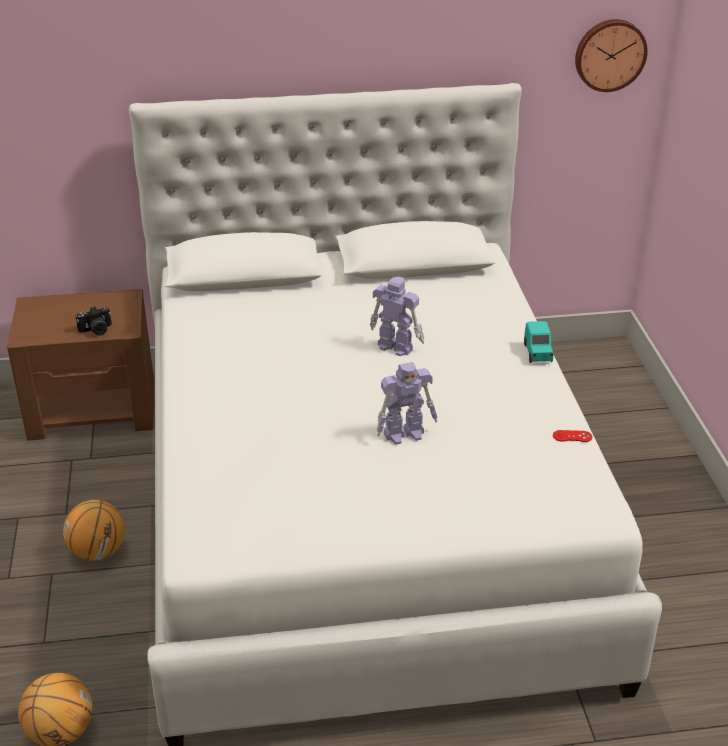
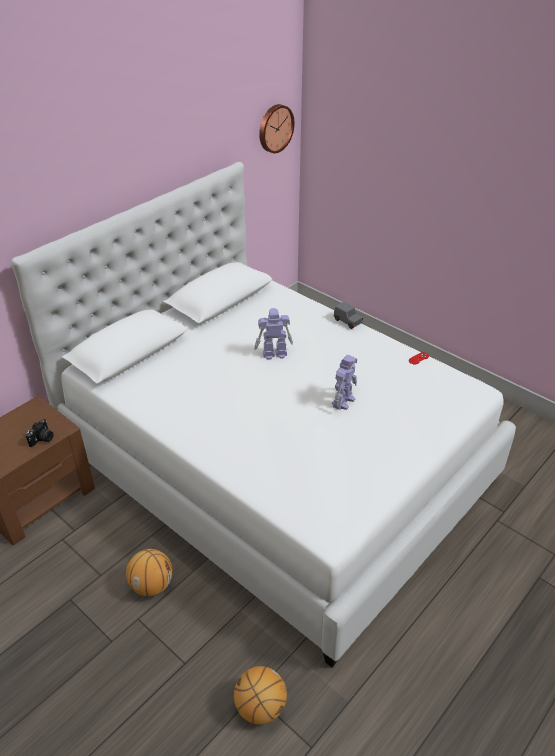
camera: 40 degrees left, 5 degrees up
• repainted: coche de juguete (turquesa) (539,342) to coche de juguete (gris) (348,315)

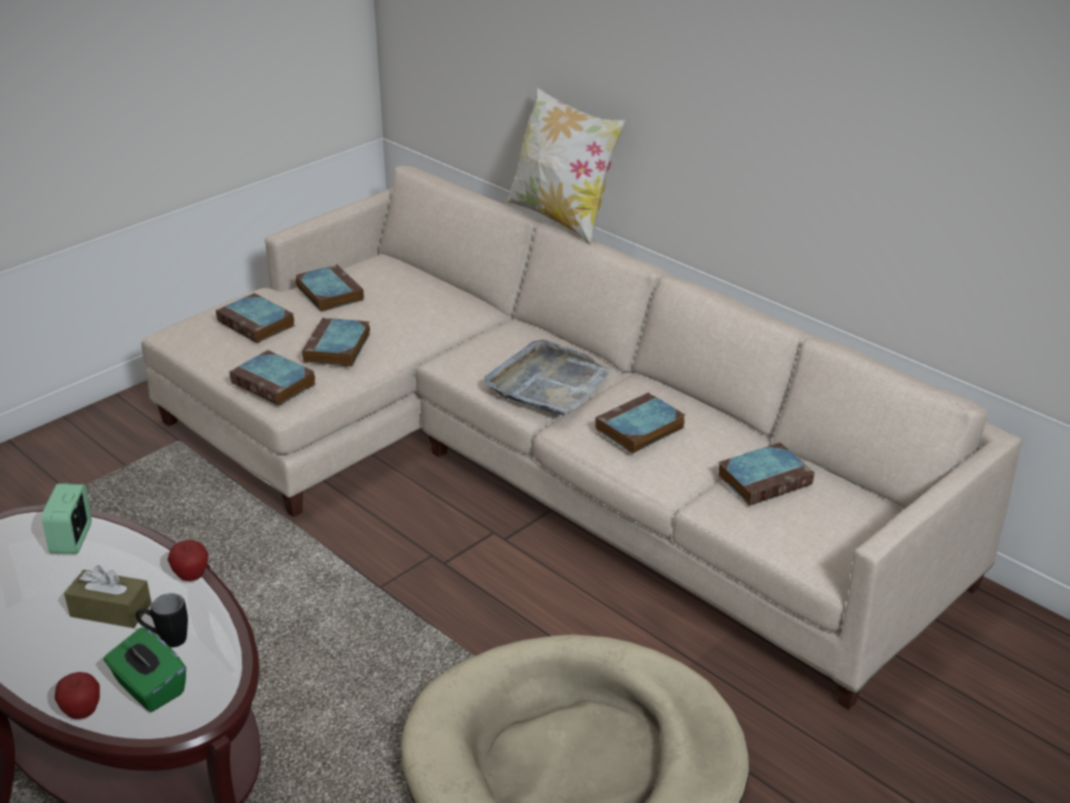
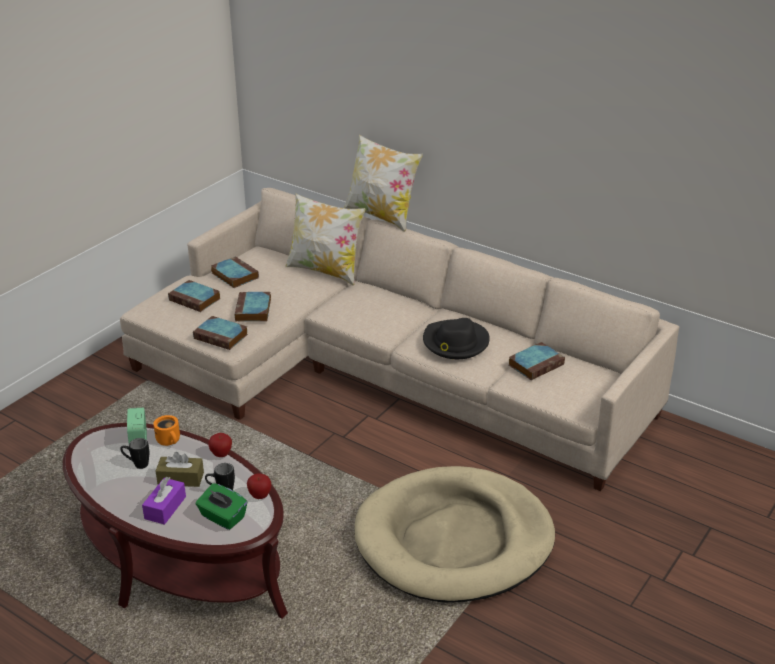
camera: 10 degrees left, 0 degrees up
• gone: bandeja (gris) (547,377)
• swapped: libro (640,423) to sombrero (negro) (456,338)
• shifted: manzana (77,695) to (259,486)
• new: cojín (325,239)
• new: taza grande (naranja) (166,430)
• new: taza grande (negro) (134,453)
• new: caja de pañuelos (morado) (164,501)

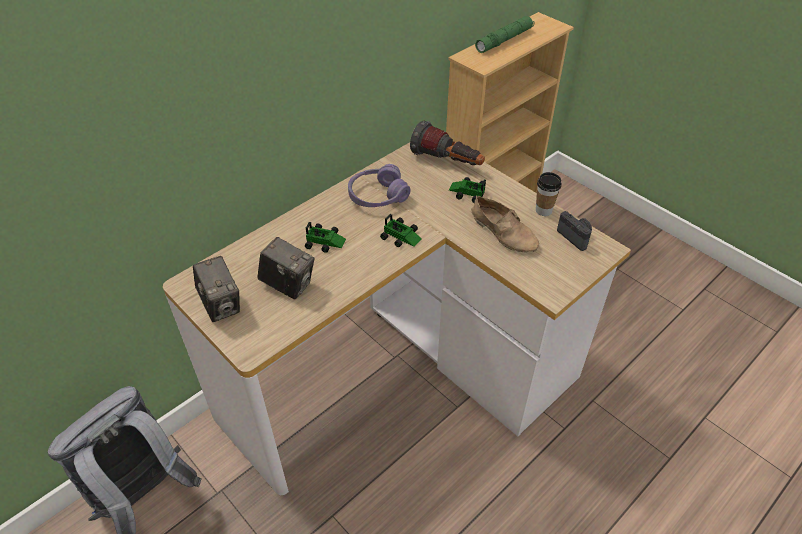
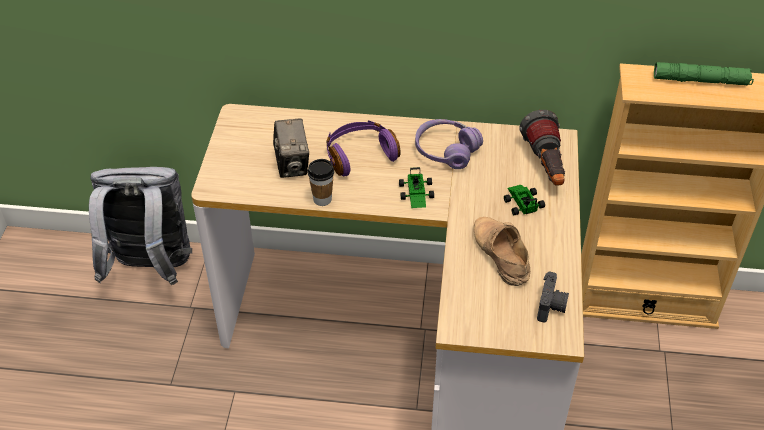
camera: 50 degrees right, 0 degrees up
• shifted: taza (549,194) to (320,182)
• rotated: zapato (beis) (505,224) = (502,251) 150 degrees clockwise
• swapped: coche de juguete (325,237) to auriculares (morado) (363,148)
• gone: cámara (216,289)

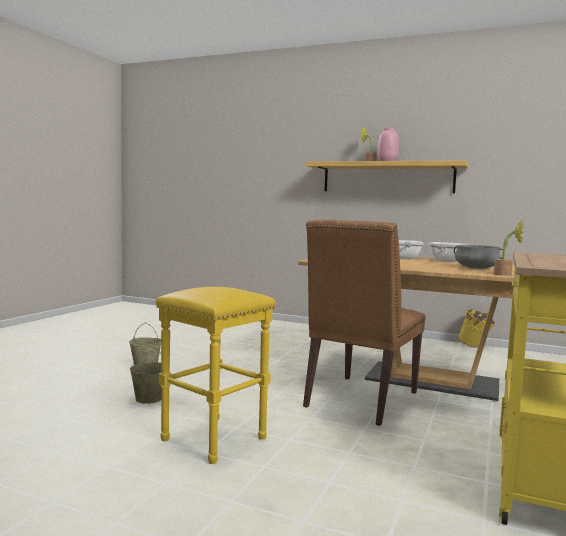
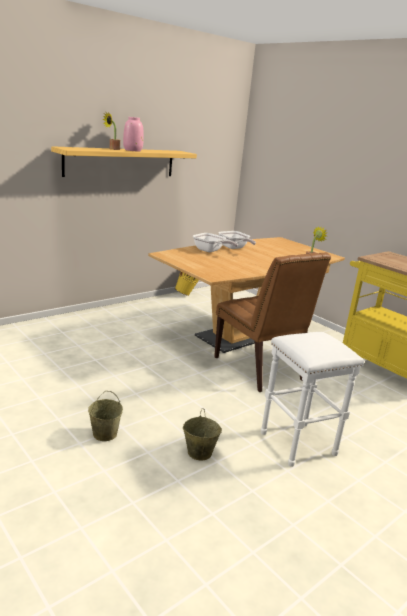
camera: 65 degrees left, 15 degrees up
• gone: olla (gris) (478,257)
• repainted: taburete (amarillo) (216,375) to taburete (blanco) (312,399)

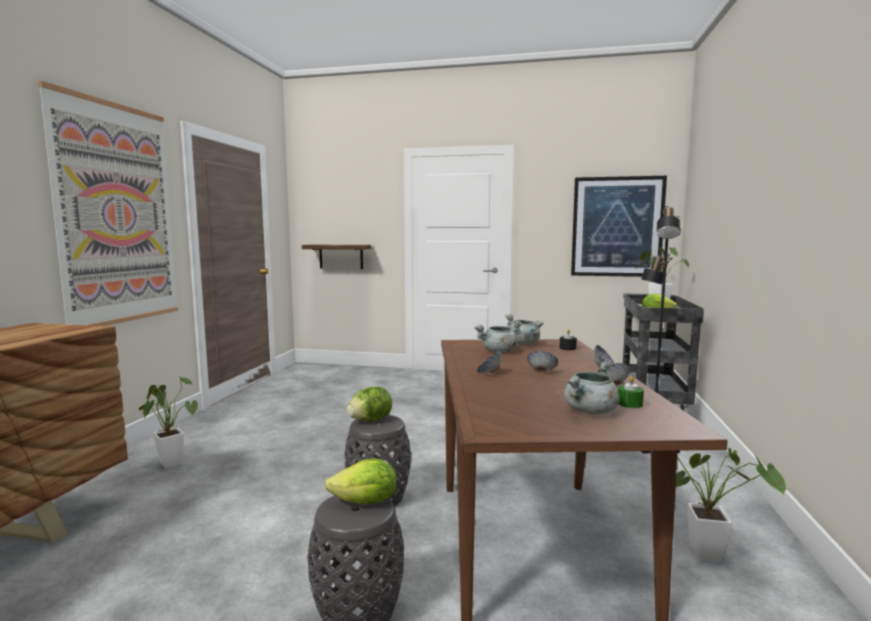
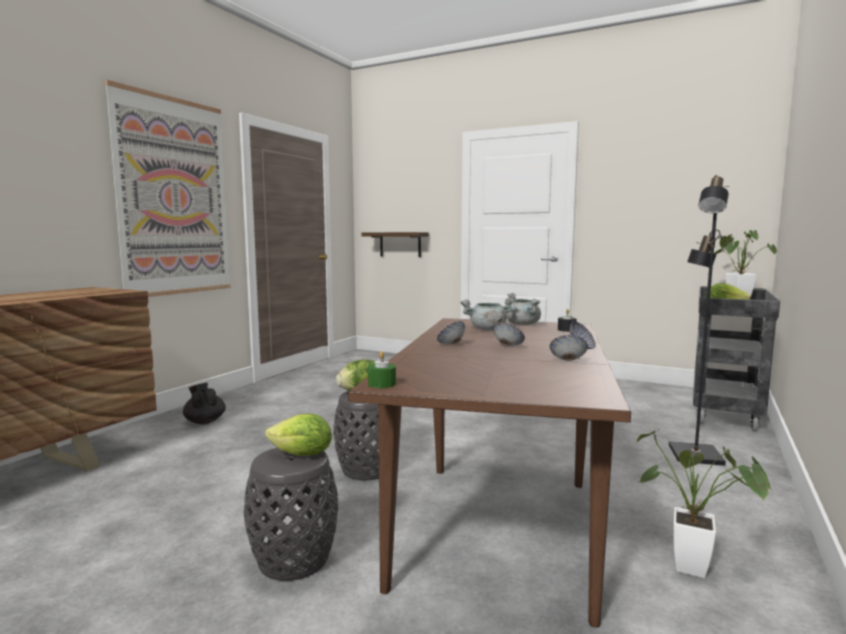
camera: 15 degrees right, 0 degrees up
• gone: cuadro (619,226)
• gone: olla (gris) (591,388)
• swapped: planta en maceta (168,422) to tetera (negro) (204,403)
• shifted: vela (verde) (631,392) to (382,369)

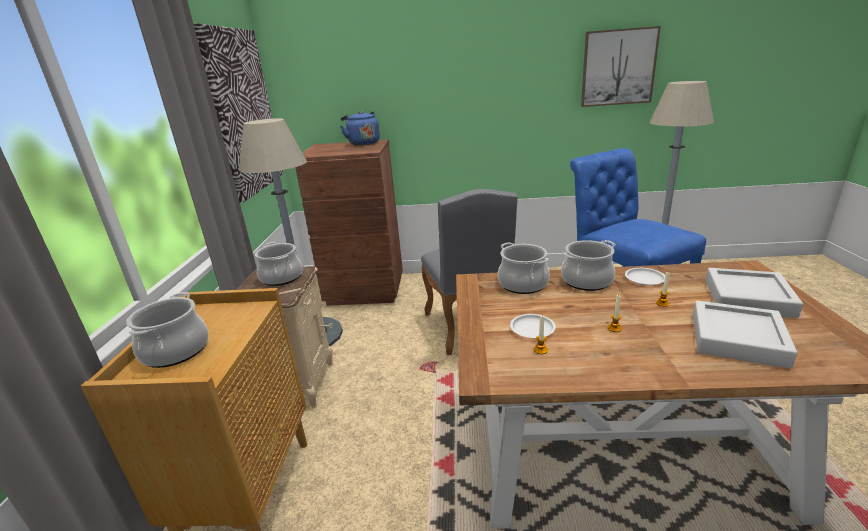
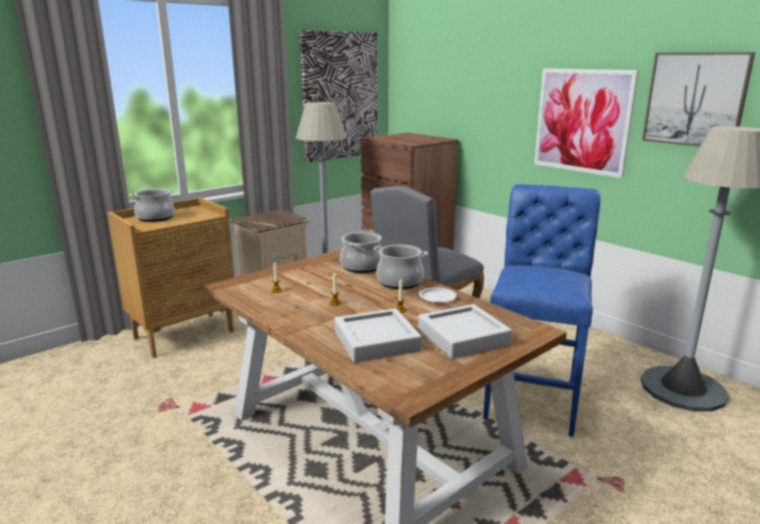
camera: 45 degrees right, 5 degrees down
• gone: hervidor (azul) (360,128)
• gone: olla (278,264)
• gone: plato (blanco) (533,326)
• new: cuadro (586,123)

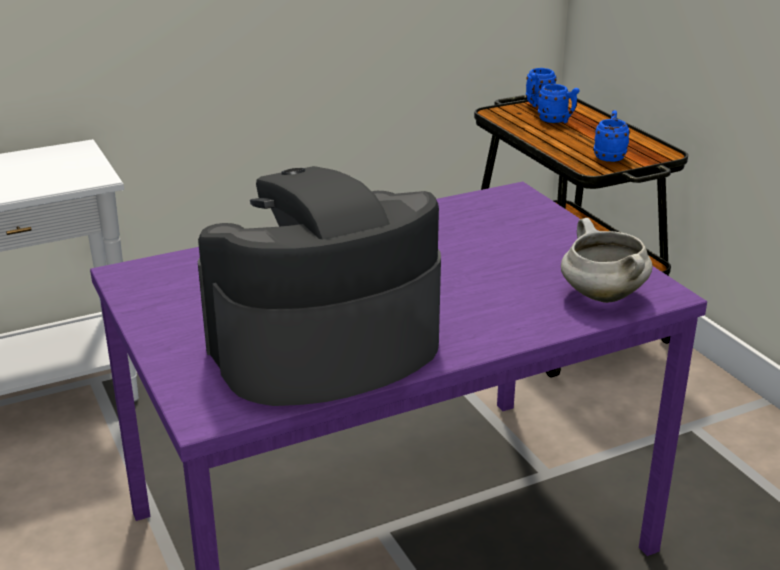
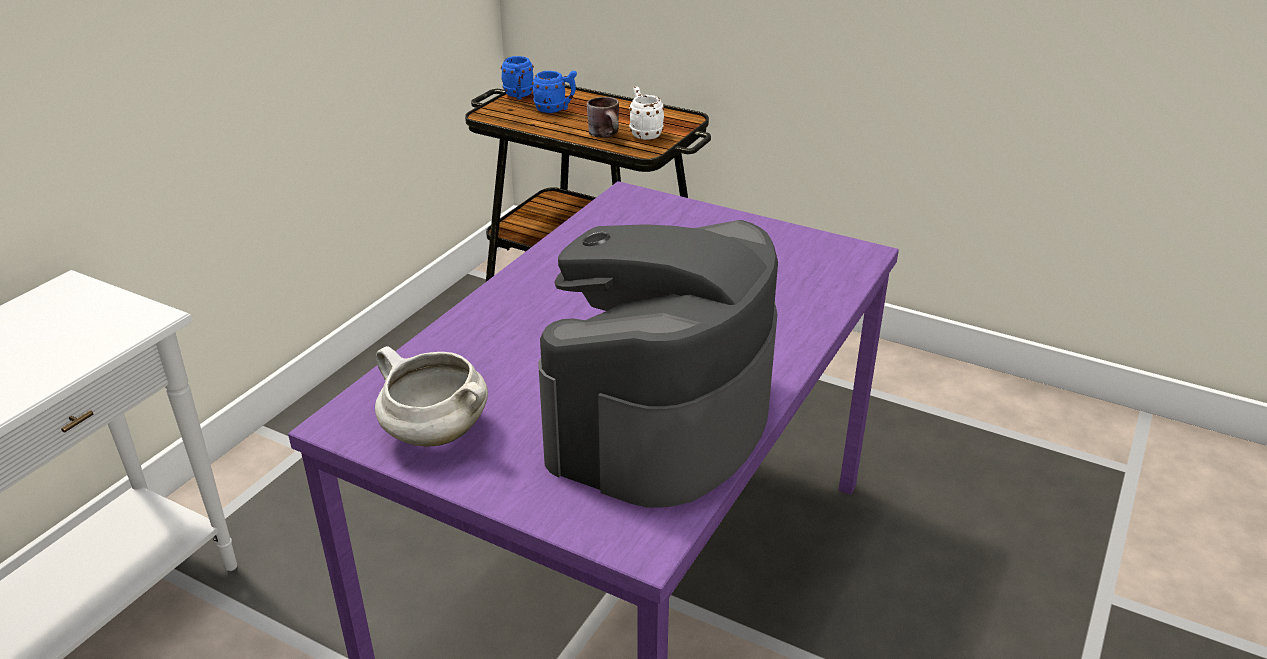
camera: 35 degrees left, 5 degrees up
• repainted: taza grande (azul) (611,136) to taza grande (blanco) (646,113)
• shifted: olla (blanco) (607,260) to (431,396)
• new: taza grande (marrón) (603,117)

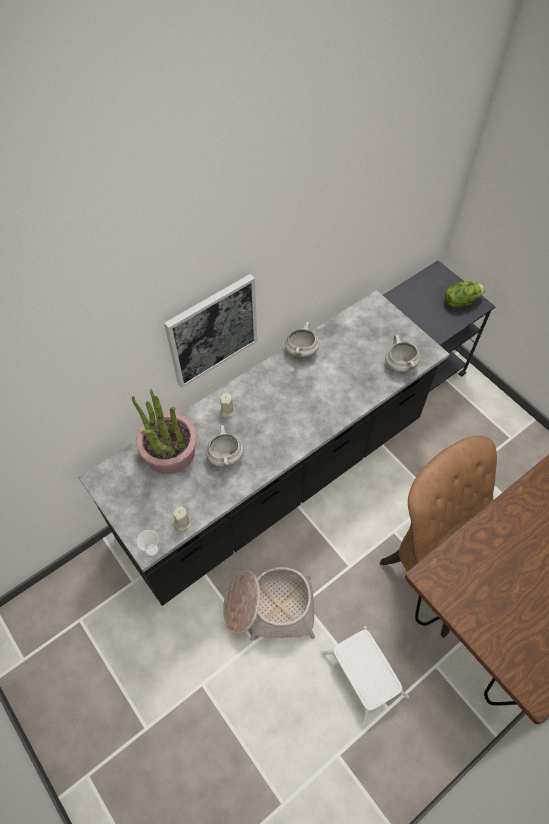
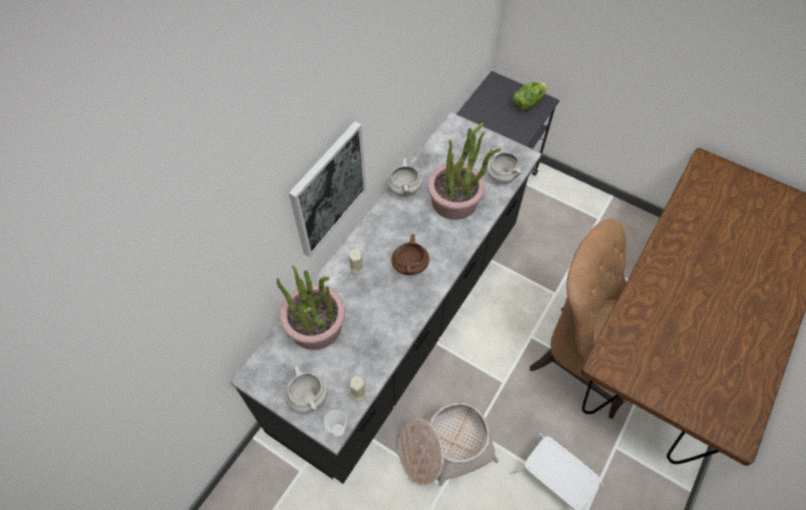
camera: 20 degrees left, 0 degrees up
• shifted: olla (blanco) (225,446) to (306,389)
• new: planta en maceta (464,171)
• new: olla (marrón) (410,254)

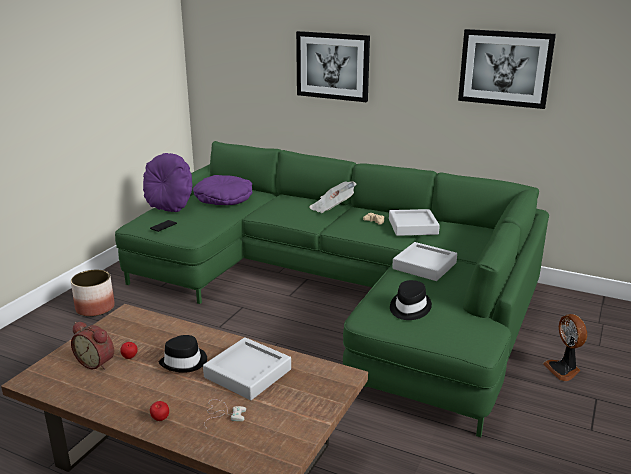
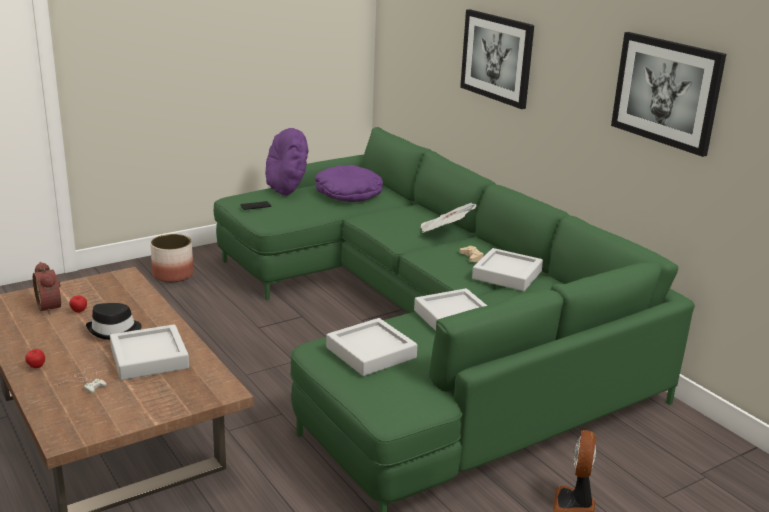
camera: 30 degrees right, 0 degrees up
• swapped: sombrero (negro) (411,300) to bandeja (gris) (371,347)

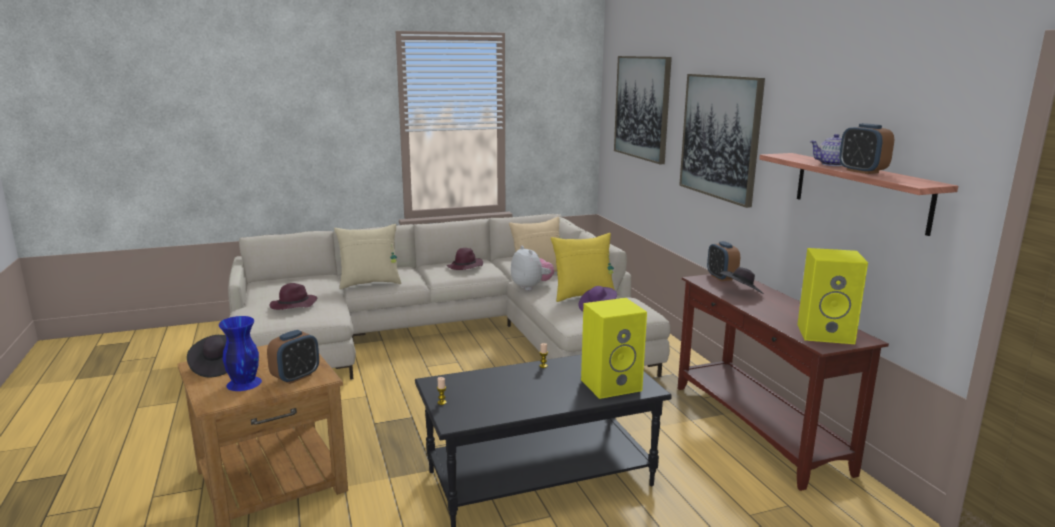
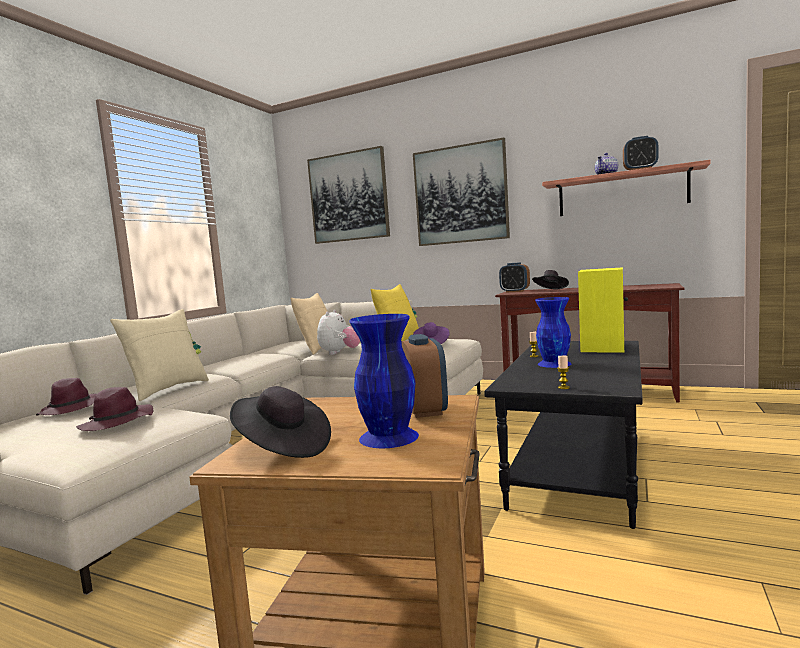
camera: 45 degrees left, 10 degrees down
• rotated: peluche (532,268) = (338,332) 90 degrees clockwise
• shifted: sombrero (morado) (465,259) to (66,397)
• gone: altavoz (amarillo) (832,296)
• new: florero (azul) (553,332)

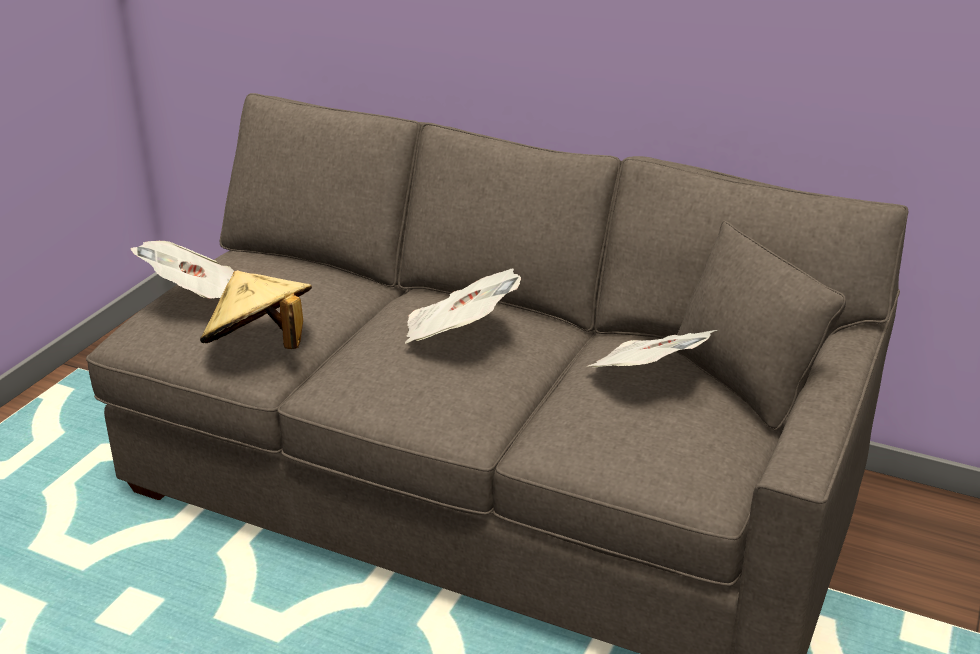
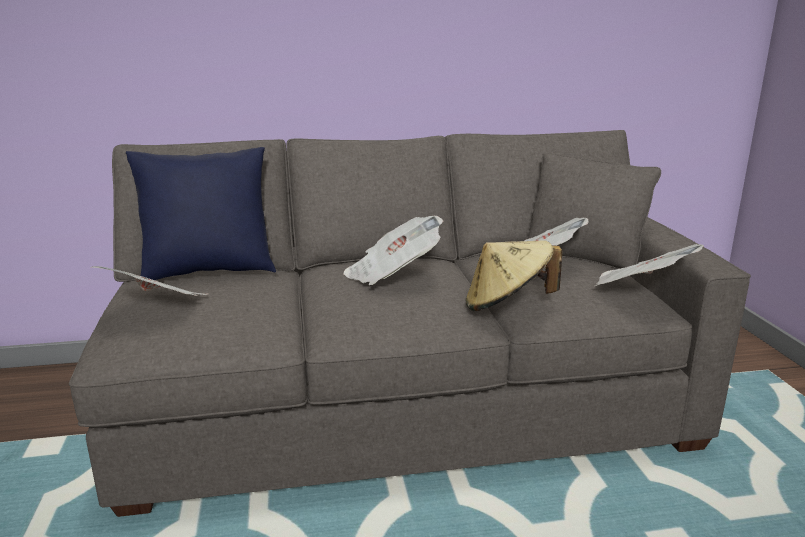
camera: 35 degrees left, 10 degrees down
• shifted: sombrero (beis) (256,309) to (514,275)
• new: cojín (azul) (201,213)
• new: periódico (649,265)

